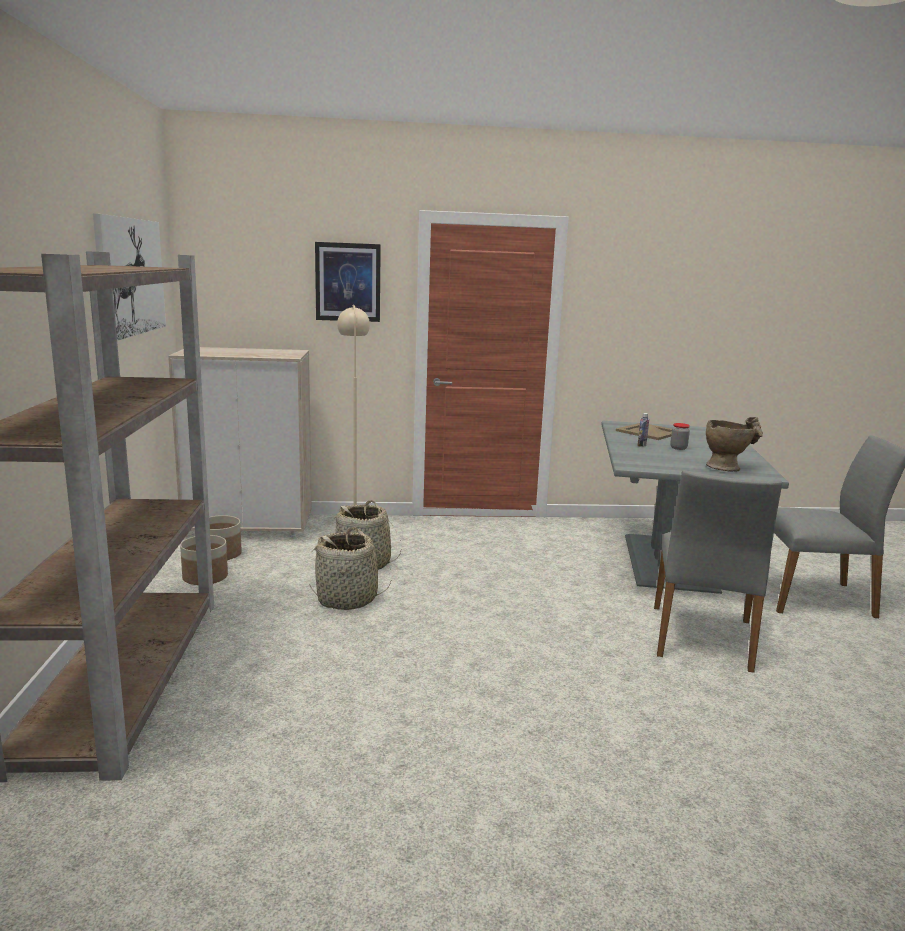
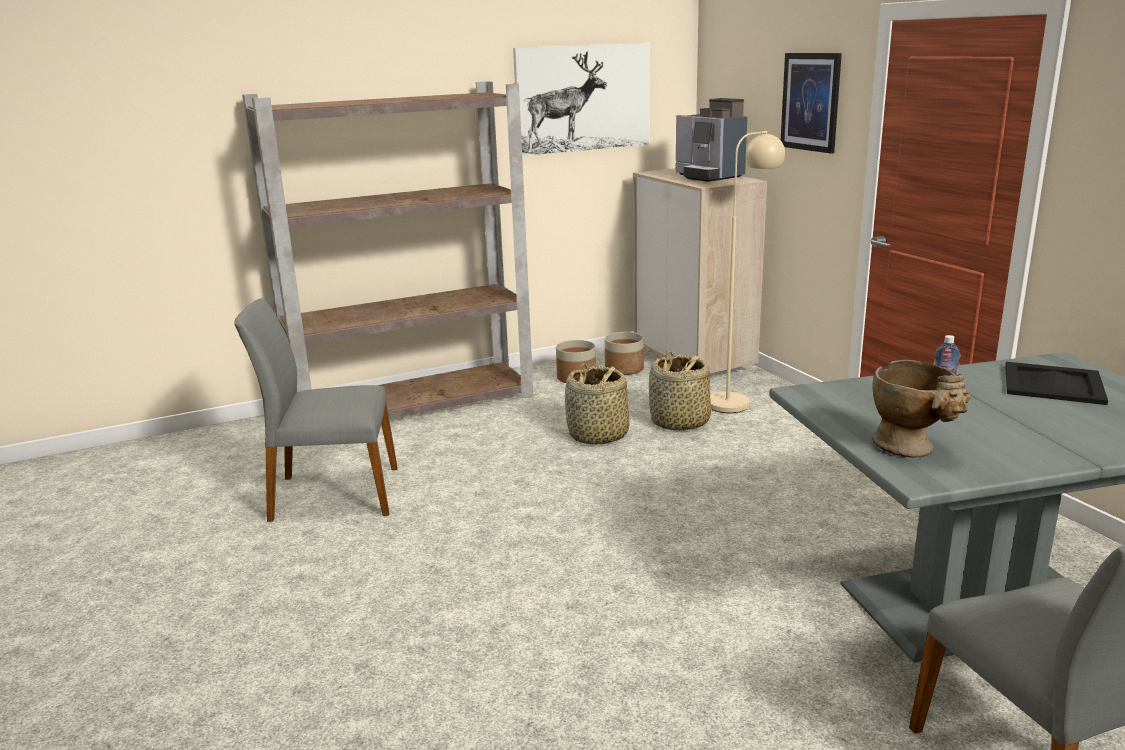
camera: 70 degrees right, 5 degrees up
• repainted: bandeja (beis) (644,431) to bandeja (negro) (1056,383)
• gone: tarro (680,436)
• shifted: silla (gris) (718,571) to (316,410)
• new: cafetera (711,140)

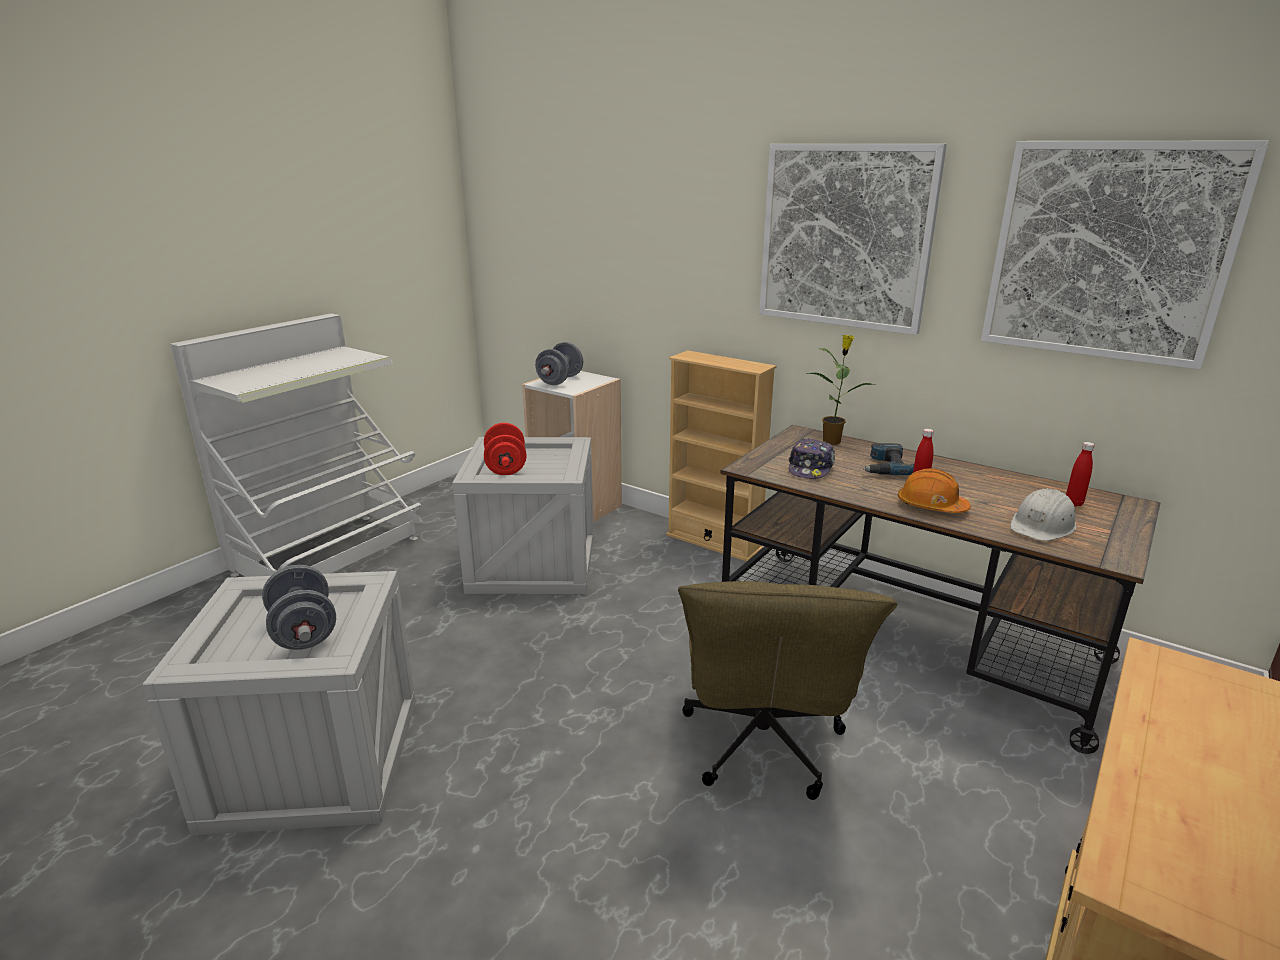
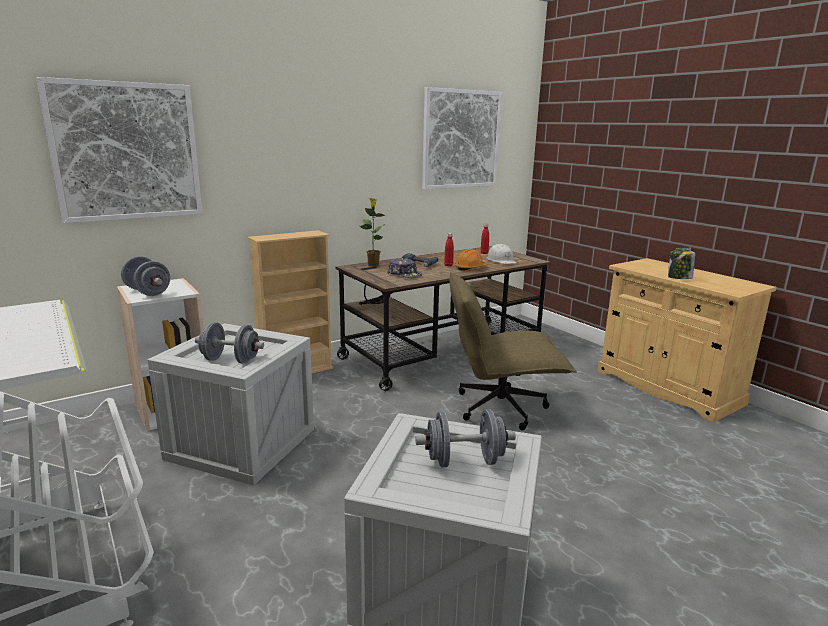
camera: 70 degrees left, 5 degrees down
• shifted: cuadro (853,239) to (119,150)
• repainted: mancuerna (rojo) (505,449) to mancuerna (gris) (229,343)
• rotated: silla de oficina (beis) (787,690) = (513,351) 150 degrees clockwise
• new: tarro (681,263)

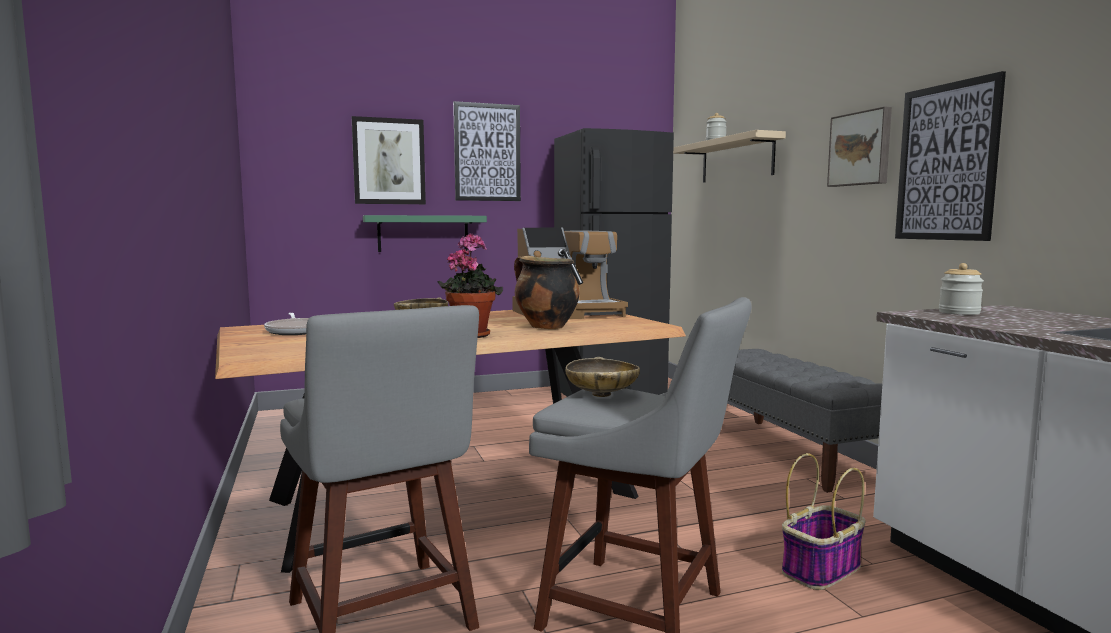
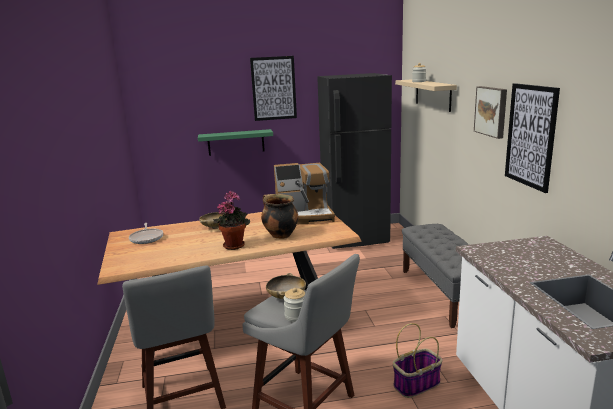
camera: 10 degrees right, 10 degrees up
• gone: cuadro (389,160)
• shifted: tarro (961,289) to (294,305)

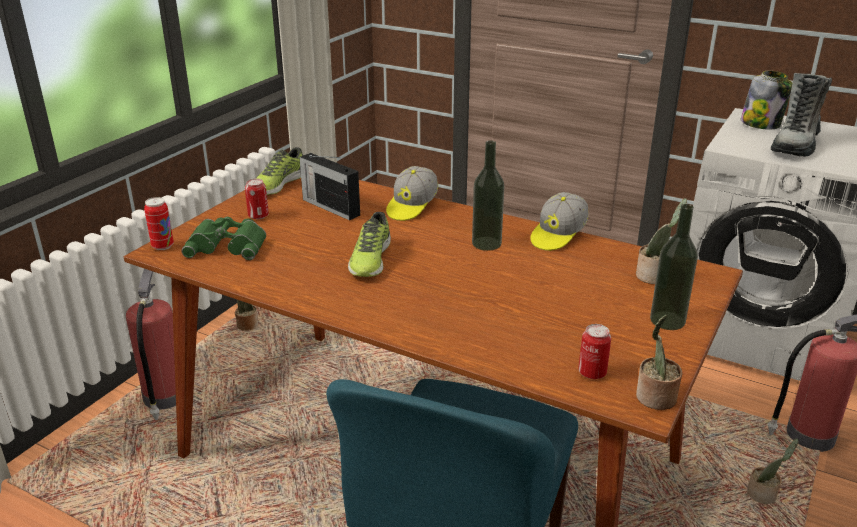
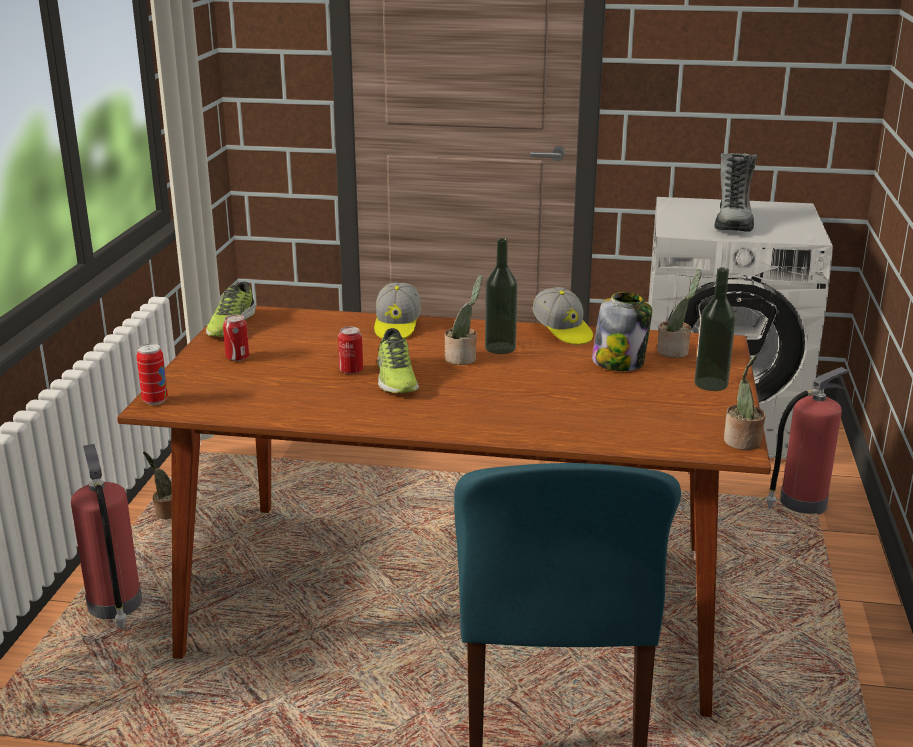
camera: 20 degrees left, 5 degrees down
• shifted: tarro (766,100) to (622,331)
• gone: radio (329,186)
• rotated: gorra (559,221) = (562,316) 45 degrees counterclockwise
• gone: prismáticos (verde) (224,238)
• shifted: lata (594,351) to (350,350)
• shifted: planta en maceta (772,471) to (463,320)

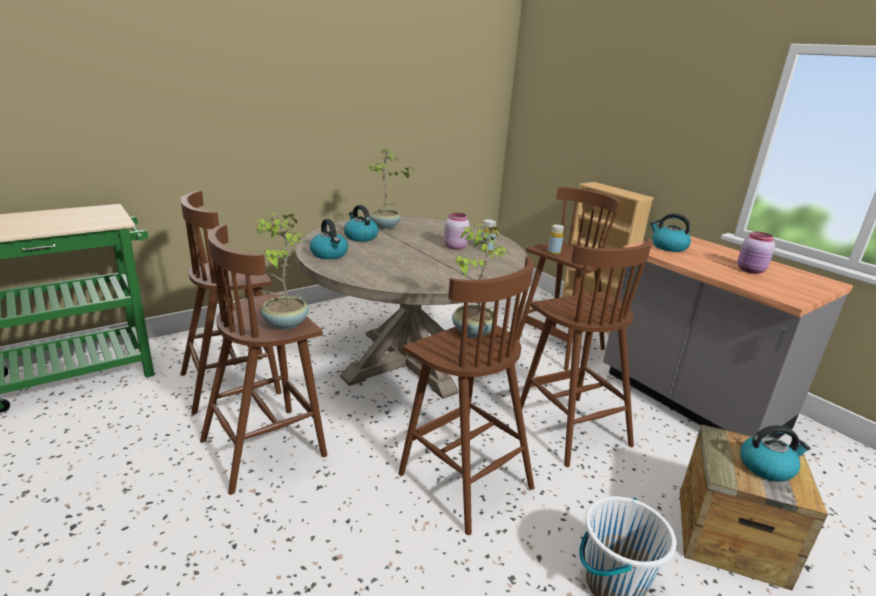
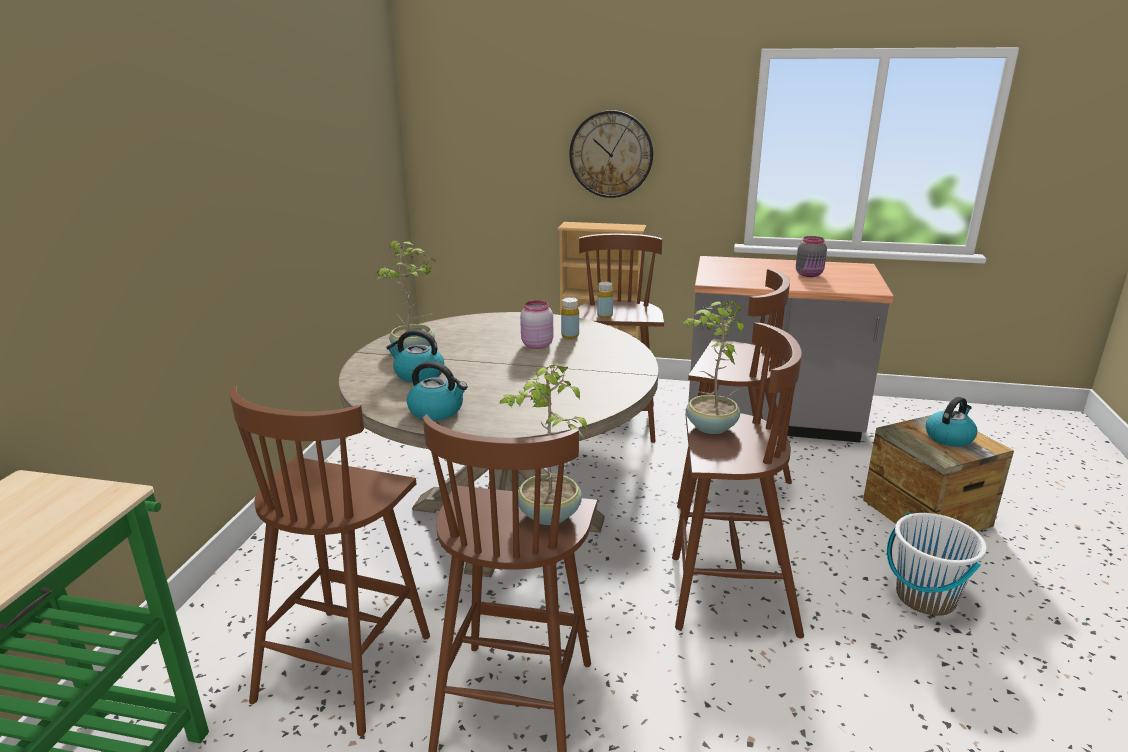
camera: 40 degrees left, 0 degrees up
• gone: hervidor (670,232)
• repainted: tarro (rosa) (756,253) to tarro (gris) (811,256)
• new: reloj de pared (611,154)

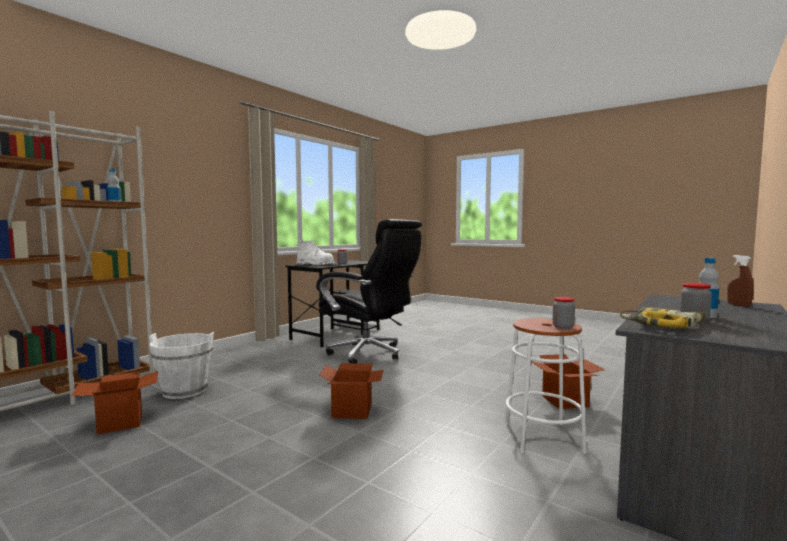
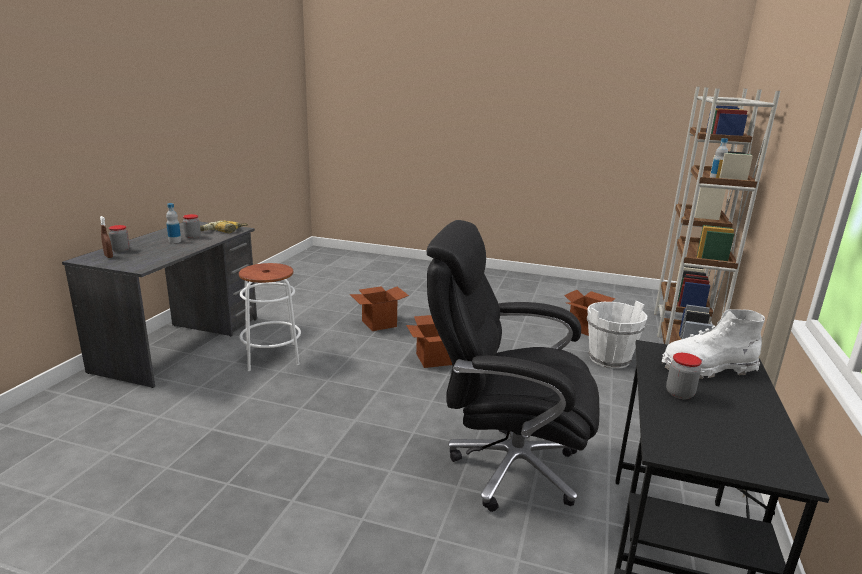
camera: 160 degrees right, 15 degrees up
• shifted: tarro (564,313) to (119,238)
• shifted: caja de cartón (568,381) to (379,308)

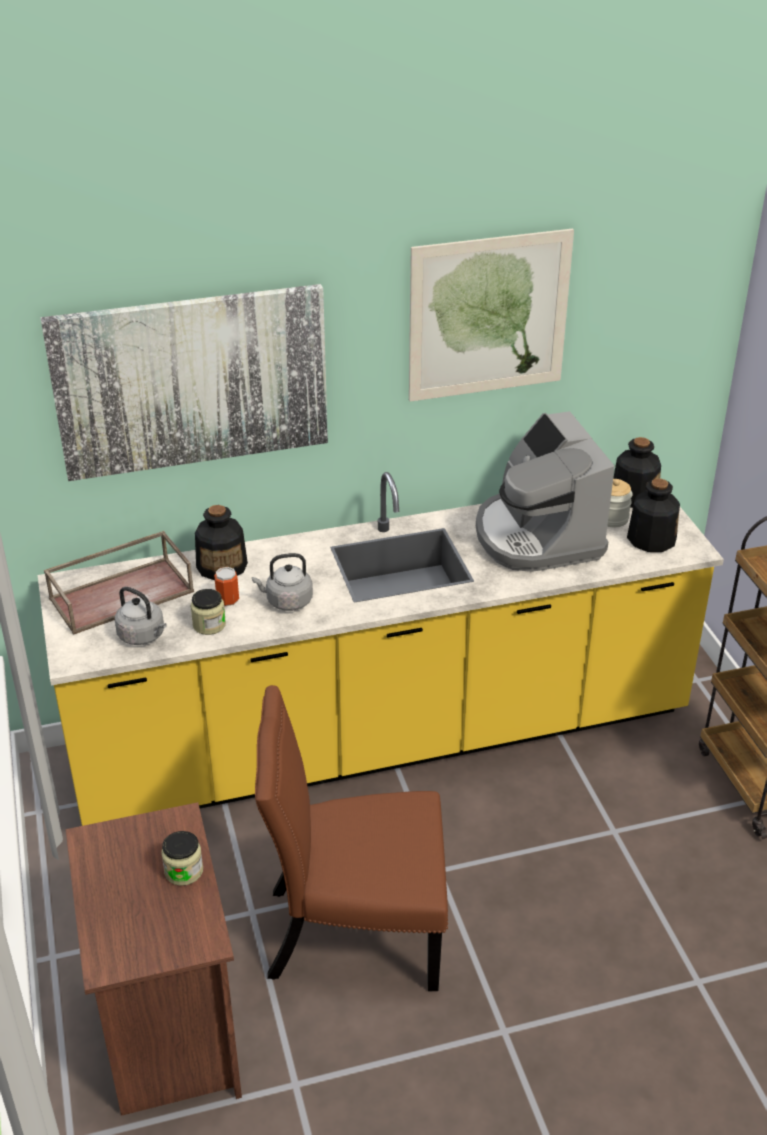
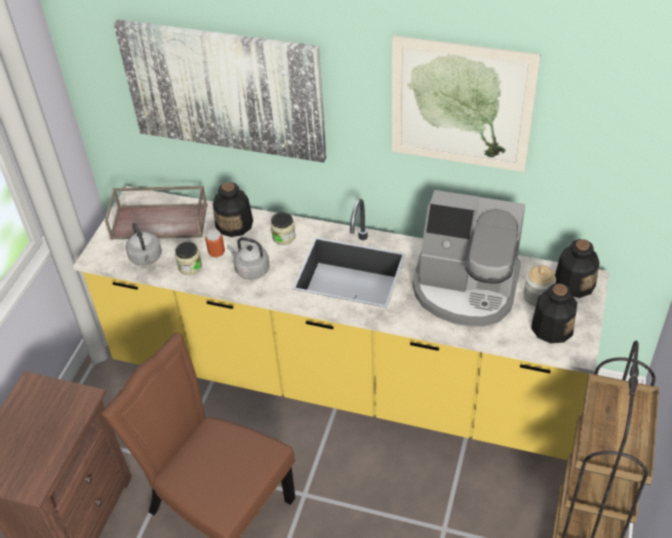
camera: 35 degrees right, 10 degrees up
• rotated: cafetera (545,491) = (469,258) 90 degrees counterclockwise
• shifted: tarro (182,858) to (283,228)

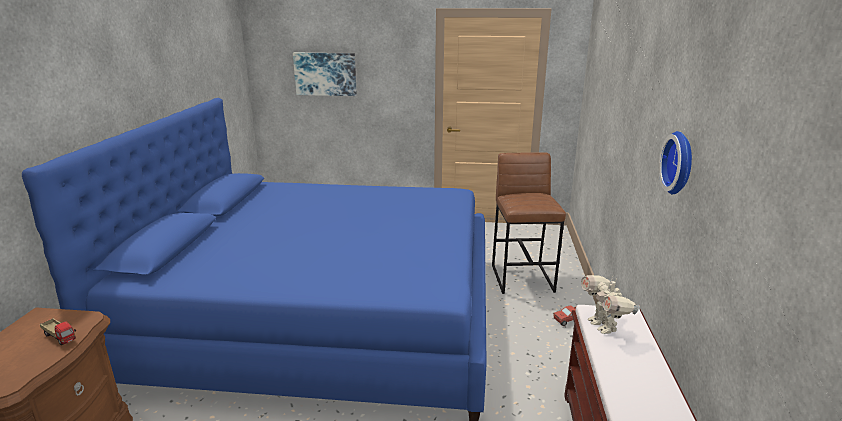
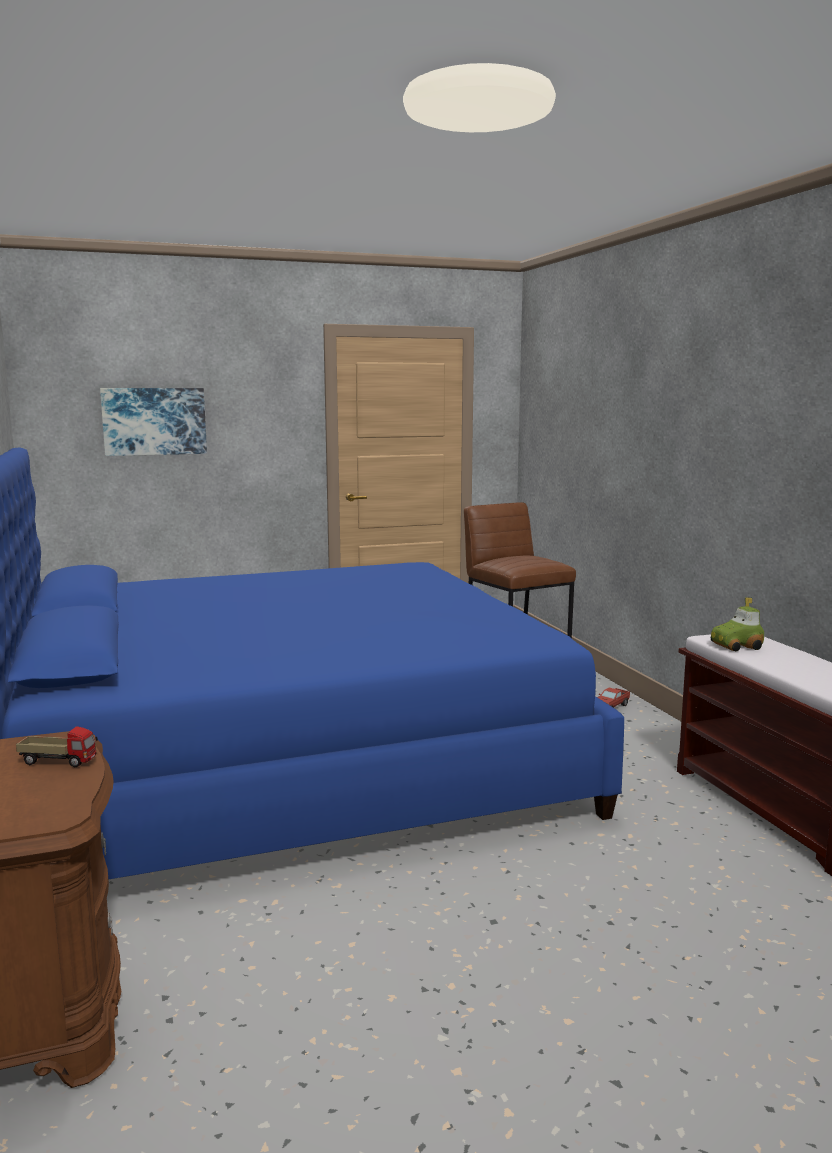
camera: 25 degrees left, 10 degrees down
• gone: reloj de pared (675,162)
• swapped: robot de juguete (610,304) to coche de juguete (737,624)

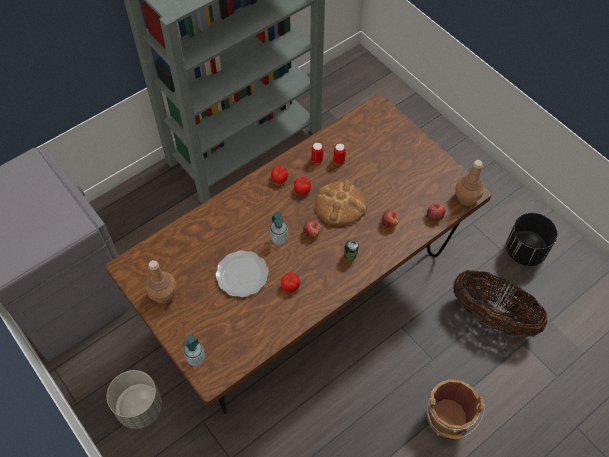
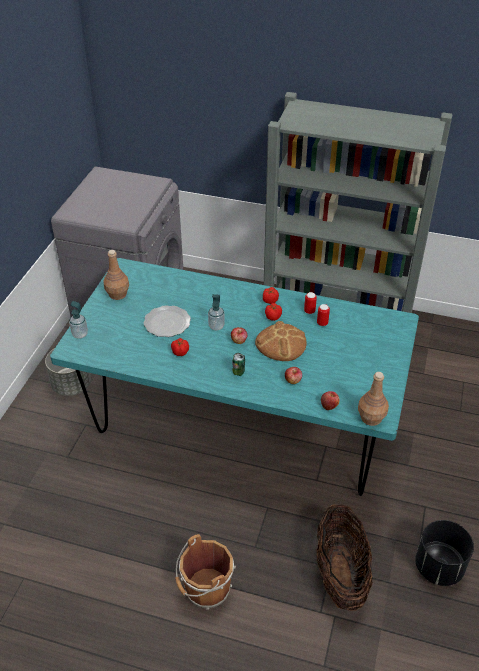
camera: 55 degrees right, 15 degrees down
• repainted: mesa de comedor (marrón) (298,254) to mesa de comedor (turquesa) (234,377)

